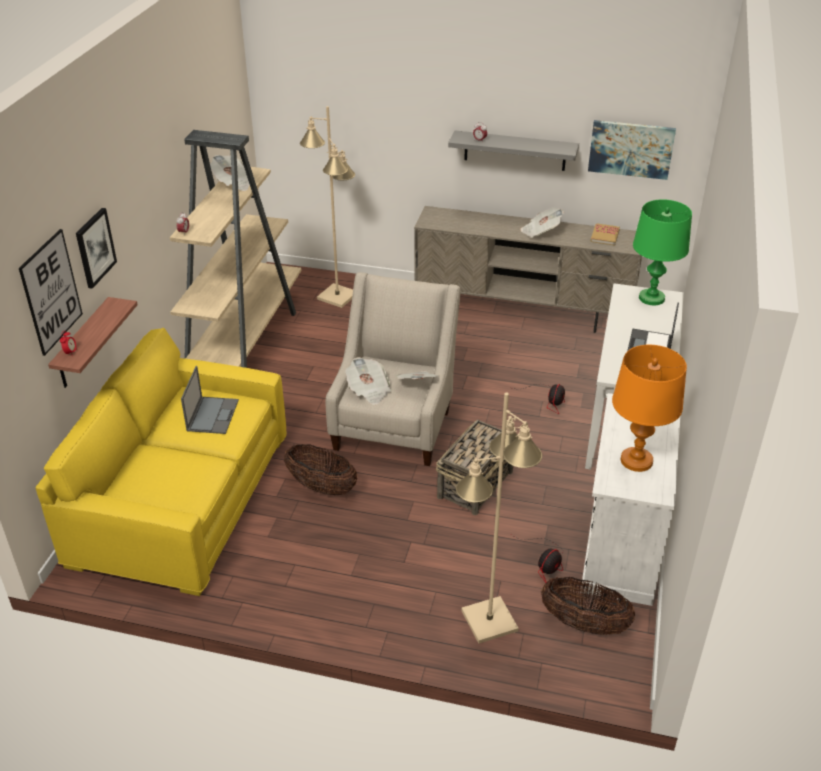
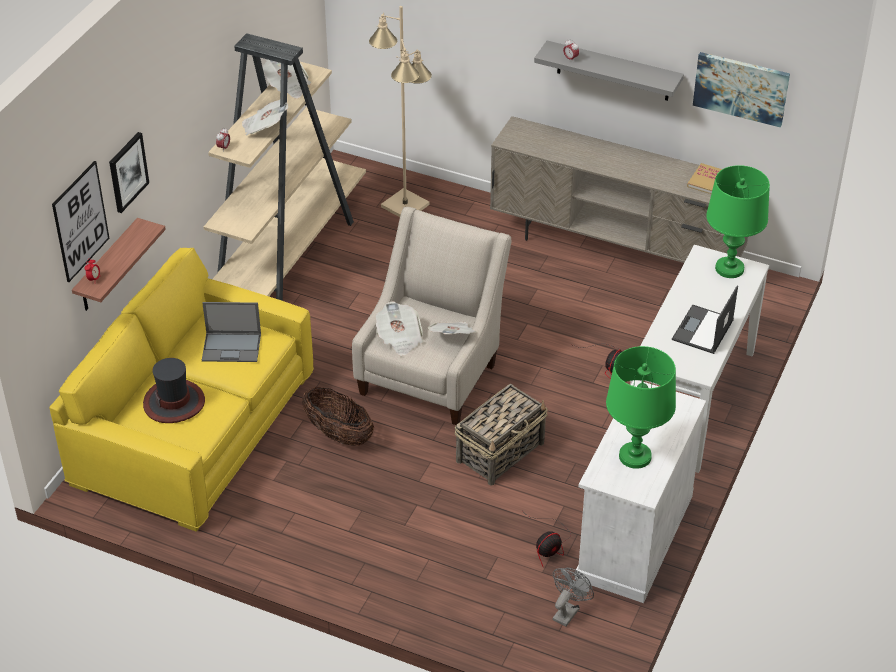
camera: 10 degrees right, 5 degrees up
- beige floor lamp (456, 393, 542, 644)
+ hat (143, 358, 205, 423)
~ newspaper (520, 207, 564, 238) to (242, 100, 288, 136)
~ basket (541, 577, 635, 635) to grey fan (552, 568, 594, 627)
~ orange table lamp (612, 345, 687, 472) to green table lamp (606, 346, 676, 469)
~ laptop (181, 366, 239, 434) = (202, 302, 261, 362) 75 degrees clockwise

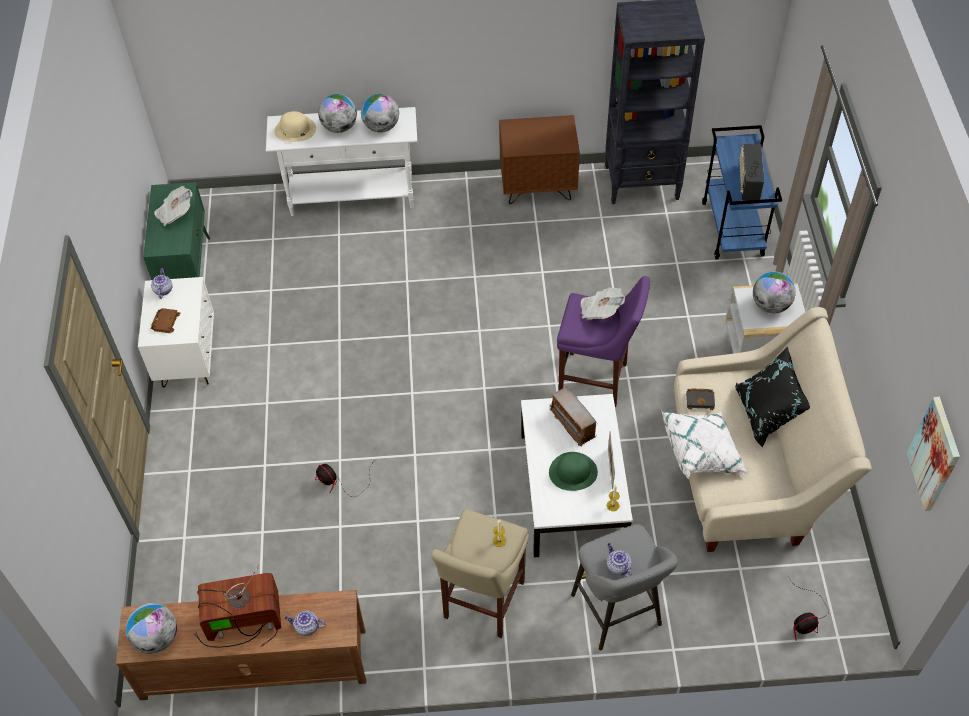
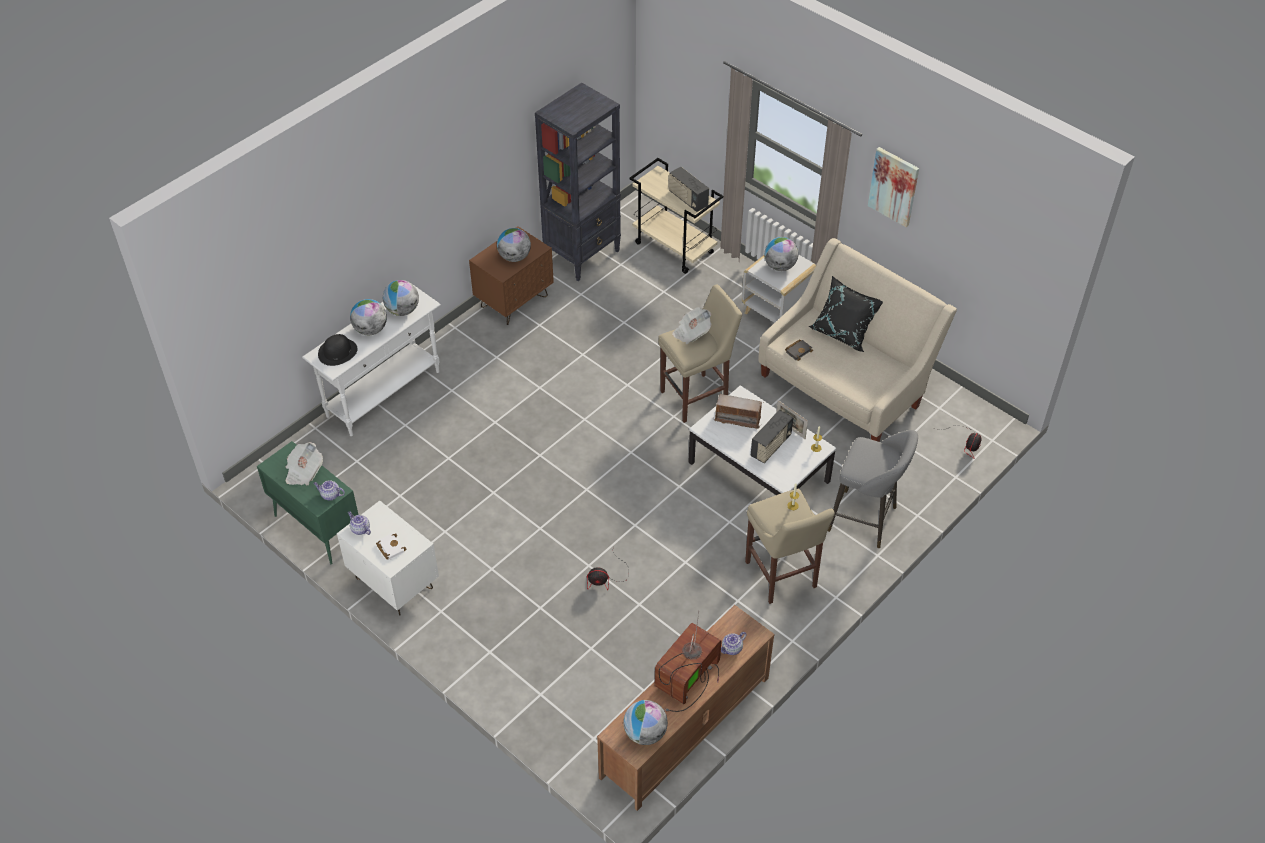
camera: 45 degrees left, 5 degrees down
- white pillow (662, 411, 749, 479)
+ globe (497, 228, 531, 262)
~ teapot (607, 543, 632, 577) to (313, 480, 345, 501)
~ picture (907, 397, 960, 511) to (868, 147, 919, 227)
~ green hat (549, 452, 598, 491) to radio (750, 410, 793, 463)
~ brown book (151, 308, 181, 333) to white book (376, 533, 406, 560)
~ beige hat (274, 111, 316, 142) to black hat (318, 334, 358, 366)
~ purple stool (557, 276, 650, 407) to beige stool (658, 285, 742, 423)
~ blue cart (702, 125, 782, 259) to beige cart (629, 158, 723, 274)

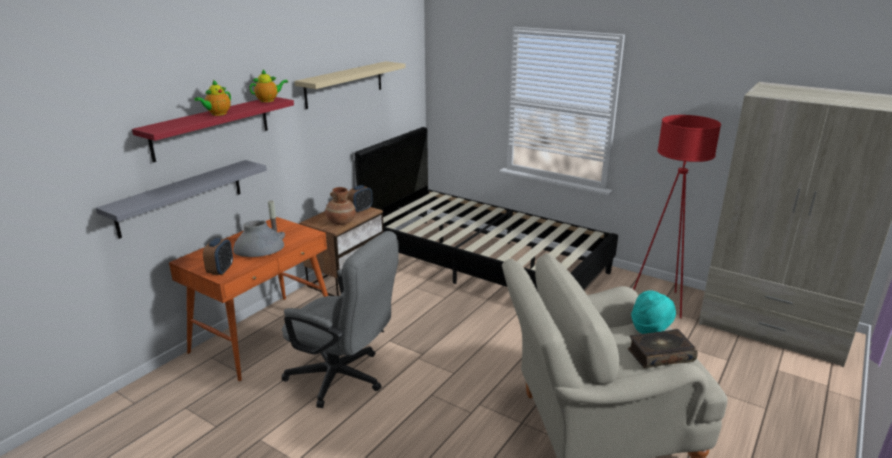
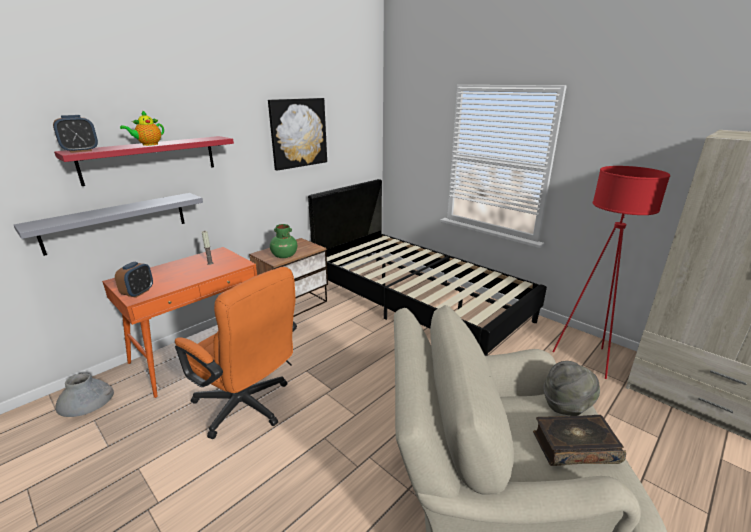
camera: 10 degrees right, 0 degrees up
- teapot (249, 70, 288, 102)
~ grey vase (233, 220, 285, 257) to (55, 373, 114, 417)
~ alarm clock (347, 185, 373, 213) to (53, 115, 98, 153)
~ beige shelf (294, 61, 406, 109) to picture (268, 98, 327, 171)
~ grey office chair (282, 231, 399, 408) to orange office chair (175, 267, 297, 439)
~ brown vase (325, 187, 356, 225) to green vase (270, 224, 297, 258)
~ turquoise hat (631, 290, 676, 334) to grey hat (543, 361, 600, 416)

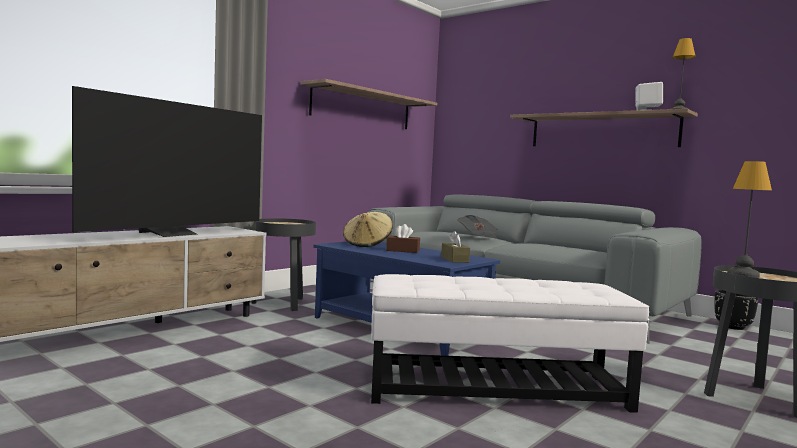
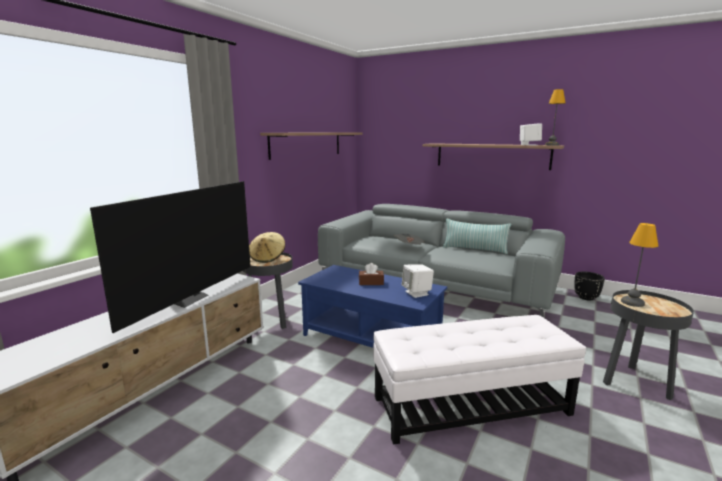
camera: 10 degrees left, 10 degrees up
+ pillow (443, 219, 511, 254)
~ beige hat (343, 212, 393, 247) to (249, 232, 285, 263)
~ brown tissue box (441, 231, 470, 263) to white speaker (402, 264, 434, 298)

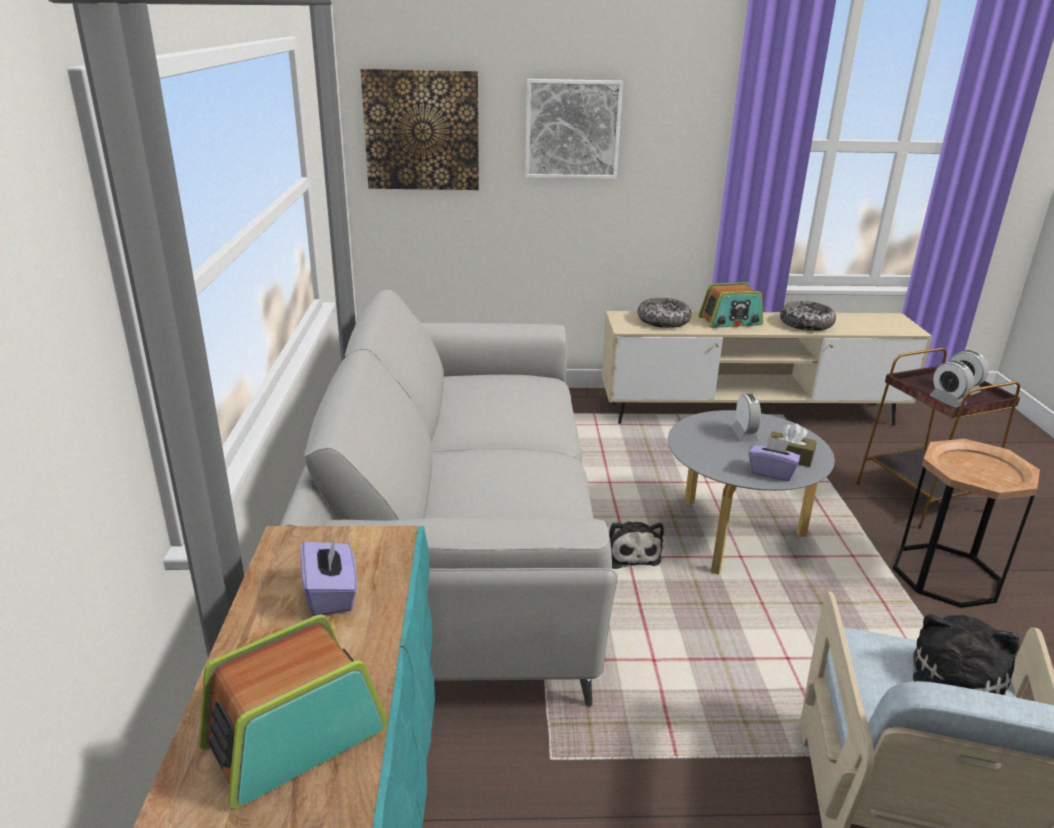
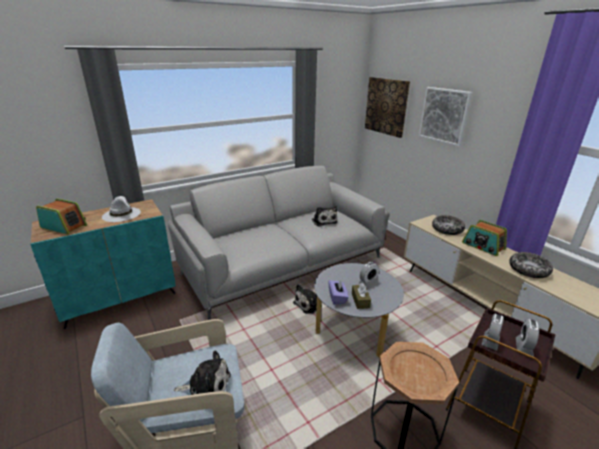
camera: 60 degrees right, 0 degrees up
+ plush toy (312, 206, 337, 227)
~ purple tissue box (301, 536, 357, 616) to white hat (102, 196, 141, 222)

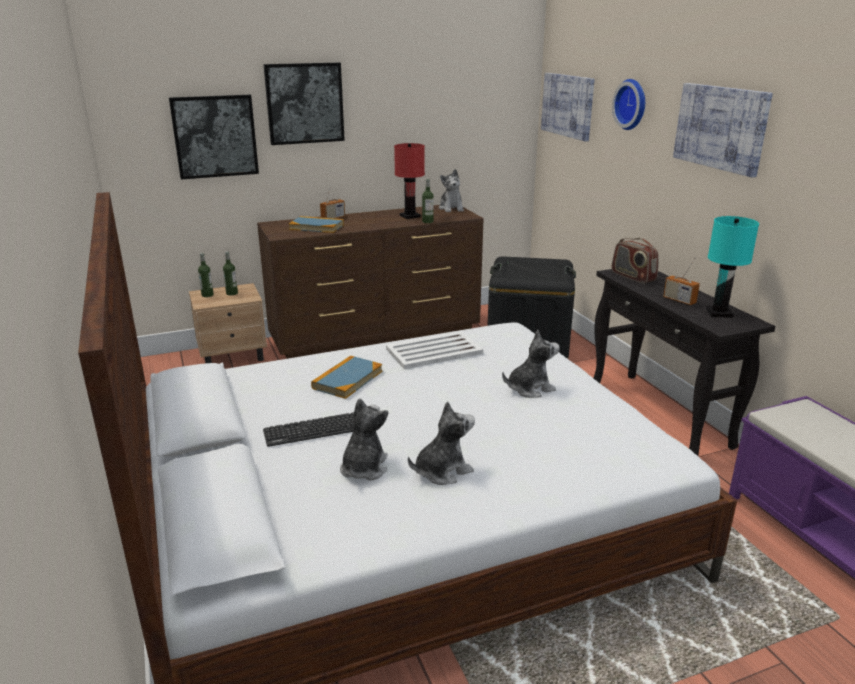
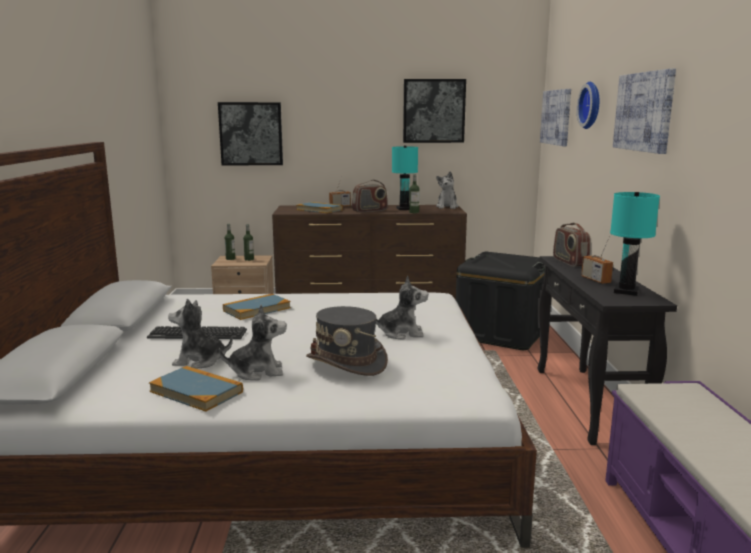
camera: 20 degrees right, 10 degrees down
- white tray (386, 331, 483, 369)
+ book (149, 366, 243, 412)
+ grey hat (306, 306, 388, 376)
+ radio (352, 180, 388, 213)
~ picture (263, 63, 345, 145) to (403, 79, 466, 143)
~ red table lamp (394, 143, 425, 219) to turquoise table lamp (392, 146, 418, 210)
~ plush toy (340, 398, 388, 481) = (168, 299, 233, 369) 120 degrees counterclockwise

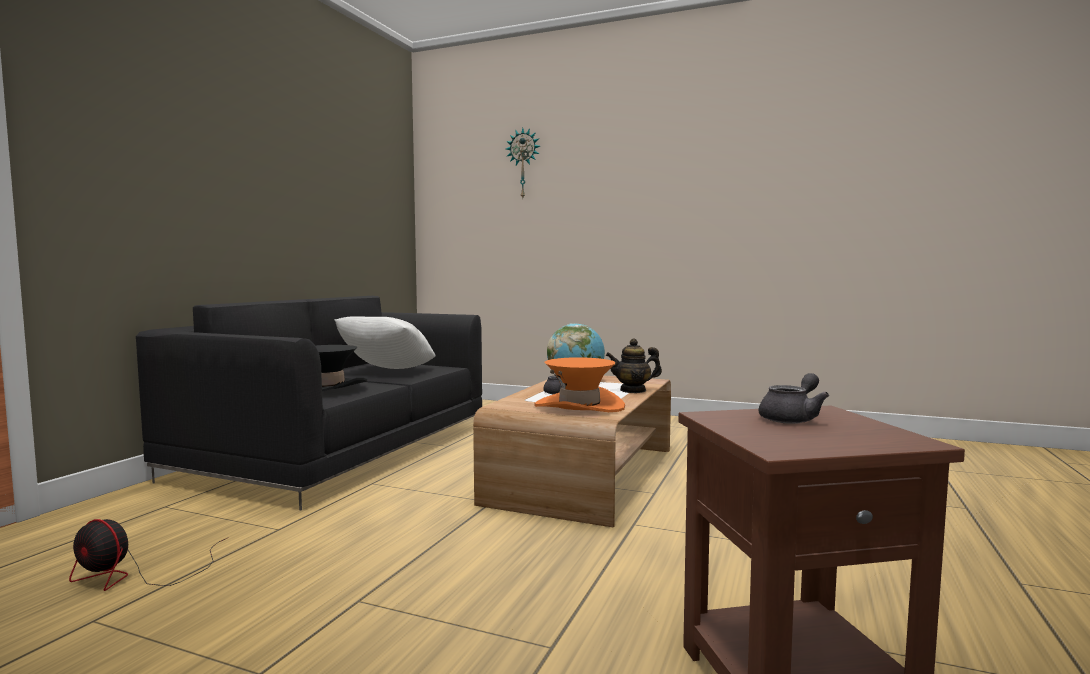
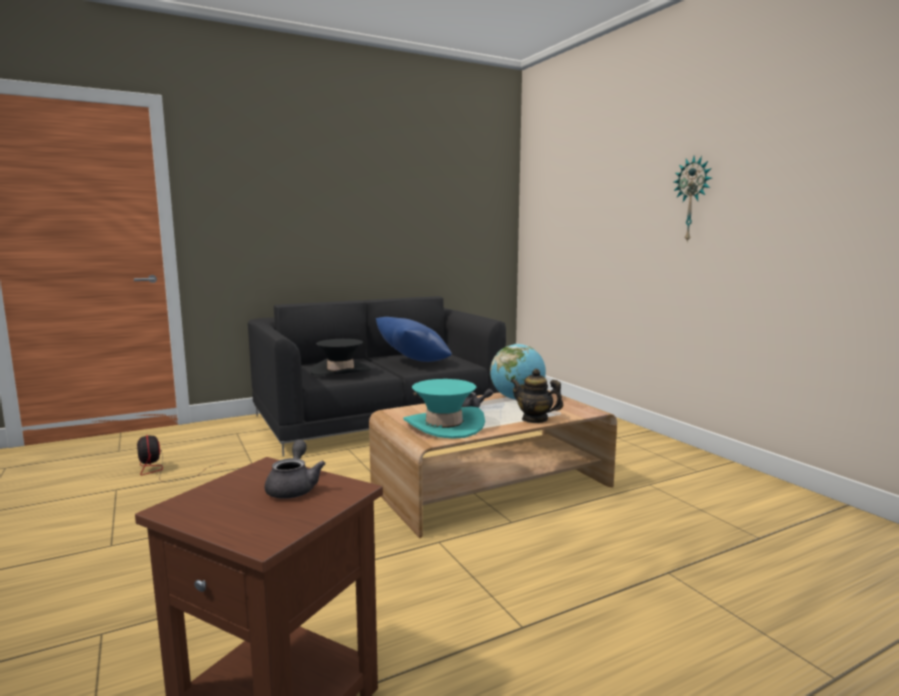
camera: 40 degrees right, 5 degrees up
~ wall clock (506, 128, 540, 198) to (674, 156, 712, 242)
~ white pillow (334, 316, 436, 369) to blue pillow (376, 317, 452, 362)
~ orange hat (534, 357, 625, 412) to turquoise hat (403, 379, 485, 439)
~ grey teapot (759, 373, 829, 424) = (265, 440, 325, 499) 90 degrees counterclockwise

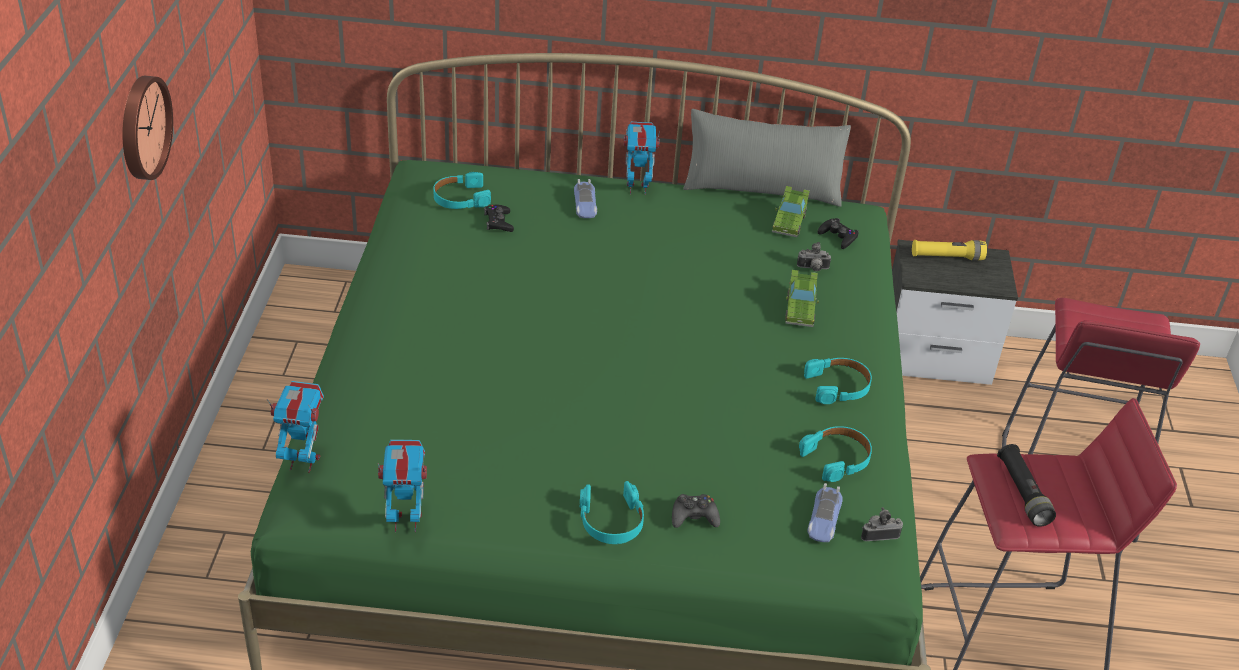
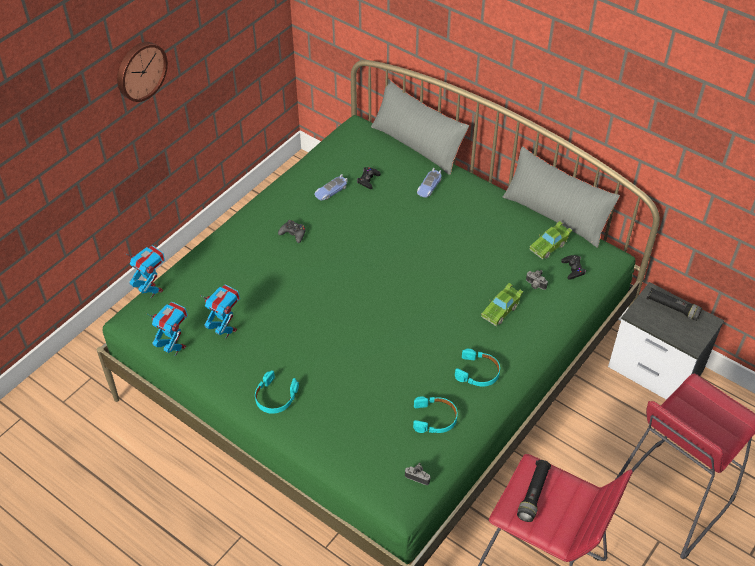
camera: 35 degrees right, 10 degrees up
- turquoise headphones (433, 172, 491, 209)
+ grey pillow (371, 79, 469, 175)
~ toy robot (624, 122, 660, 195) to (200, 285, 240, 339)
~ black game controller (672, 494, 720, 528) to (278, 220, 306, 243)
~ toy car (807, 483, 843, 542) to (314, 174, 347, 201)
~ yellow flashlight (912, 240, 987, 260) to black flashlight (647, 288, 702, 321)

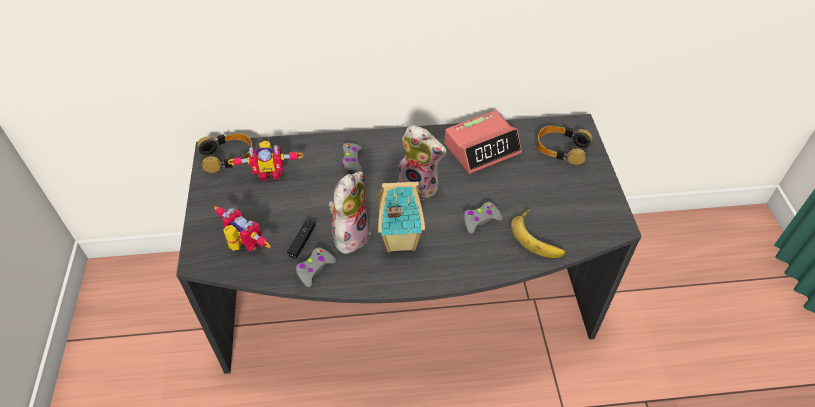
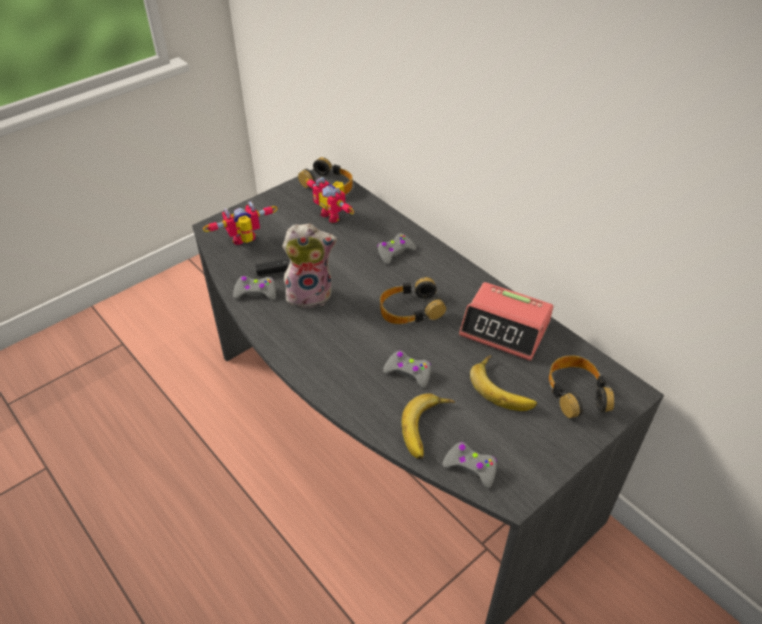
camera: 55 degrees right, 5 degrees down
- toy house (376, 182, 425, 252)
+ grey game controller (443, 442, 497, 488)
+ banana (470, 355, 537, 411)
~ plush toy (398, 125, 447, 200) to headphones (380, 277, 446, 324)
~ toy robot (214, 206, 271, 251) = (203, 201, 278, 245) 120 degrees counterclockwise

